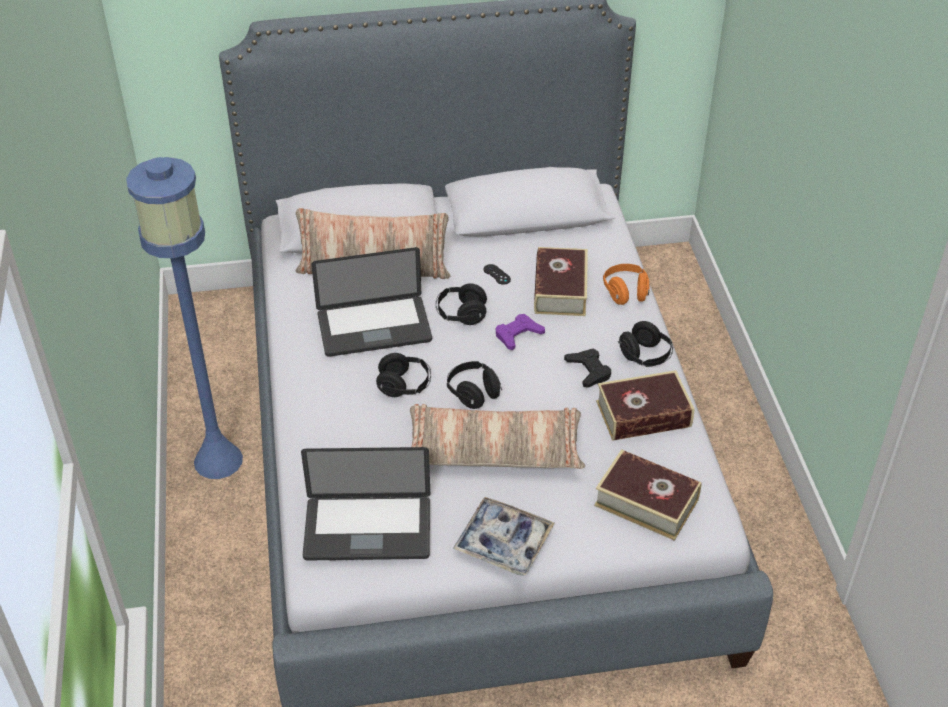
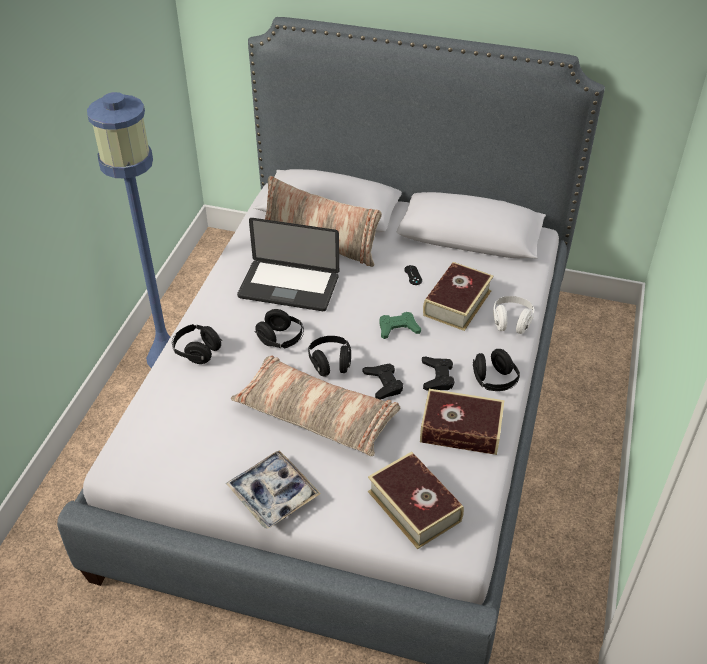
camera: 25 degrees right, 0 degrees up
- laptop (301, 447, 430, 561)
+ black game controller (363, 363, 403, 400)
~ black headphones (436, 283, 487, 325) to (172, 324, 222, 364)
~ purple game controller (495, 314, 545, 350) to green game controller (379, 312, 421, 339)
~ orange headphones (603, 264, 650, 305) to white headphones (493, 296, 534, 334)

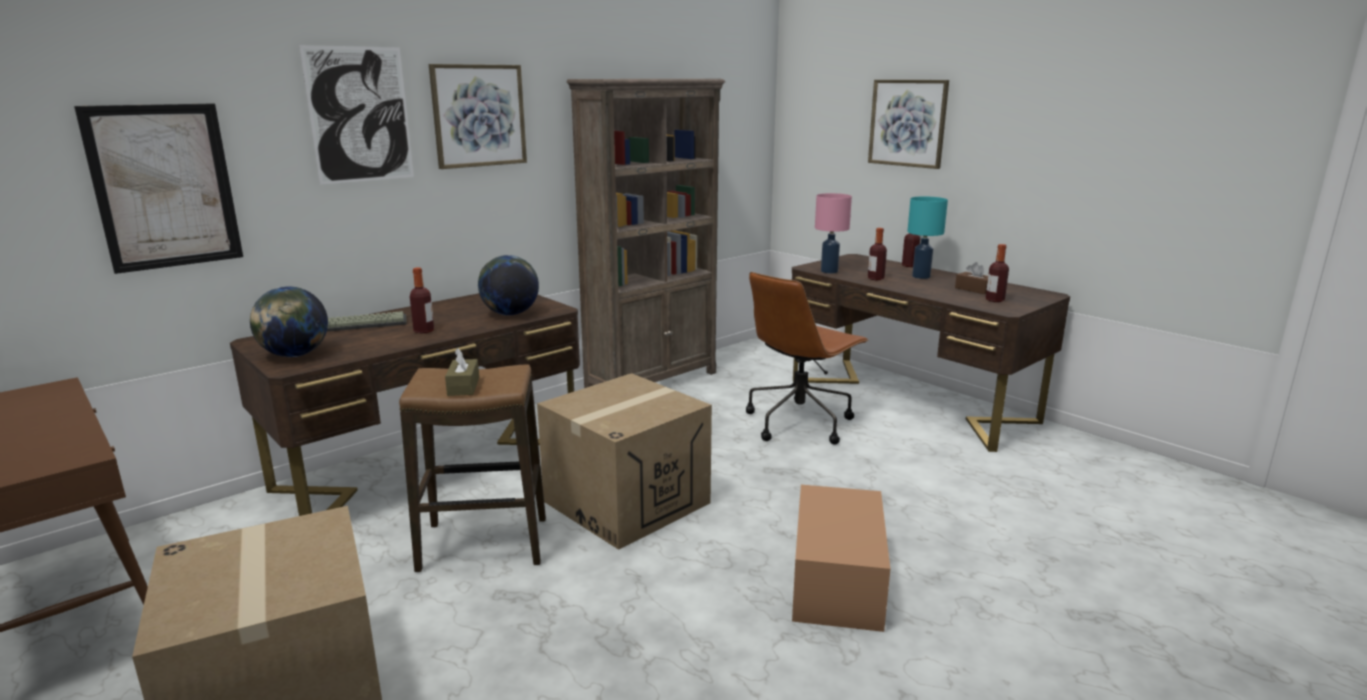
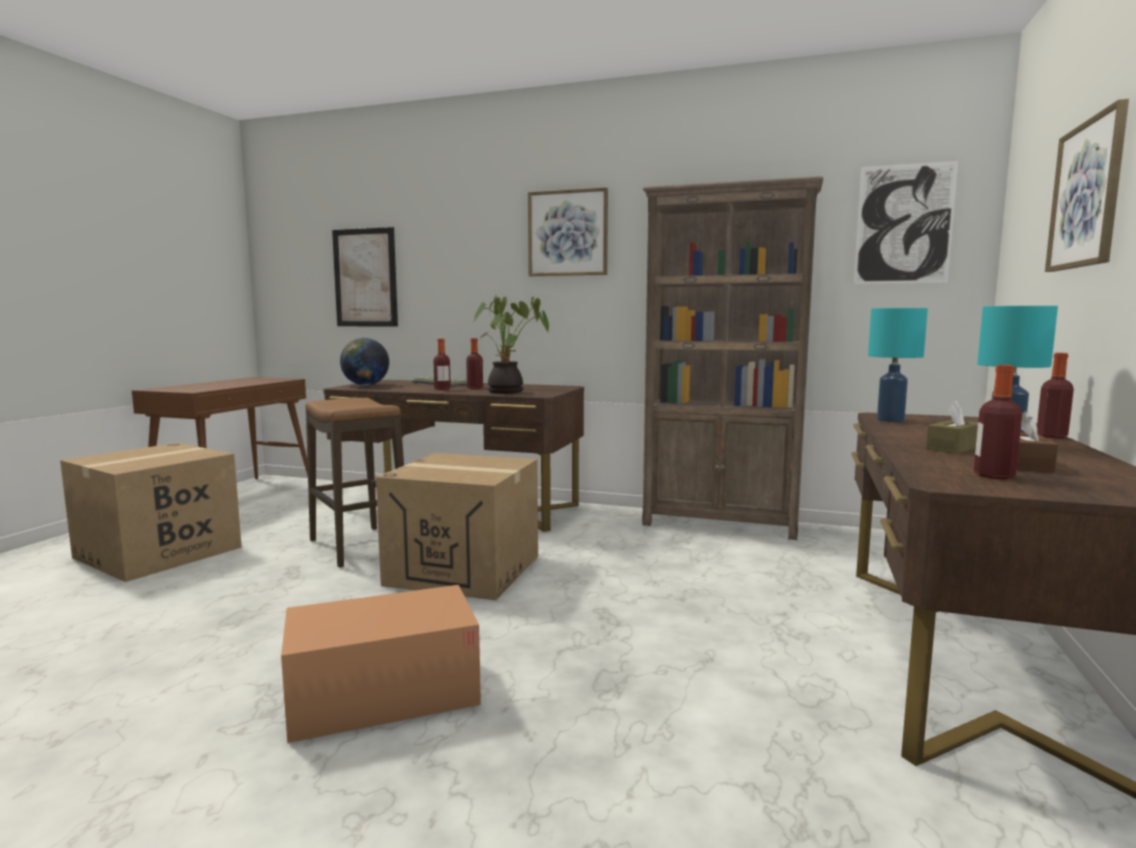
camera: 60 degrees right, 10 degrees down
- brown office chair (746, 272, 869, 445)
~ picture (299, 45, 414, 185) to (854, 161, 958, 284)
~ brown tissue box (445, 348, 479, 396) to (926, 400, 978, 454)
~ bottle (868, 228, 887, 280) to (466, 338, 483, 389)
~ globe (478, 255, 539, 316) to potted plant (474, 294, 549, 394)
~ pink table lamp (815, 193, 852, 273) to turquoise table lamp (868, 308, 928, 422)

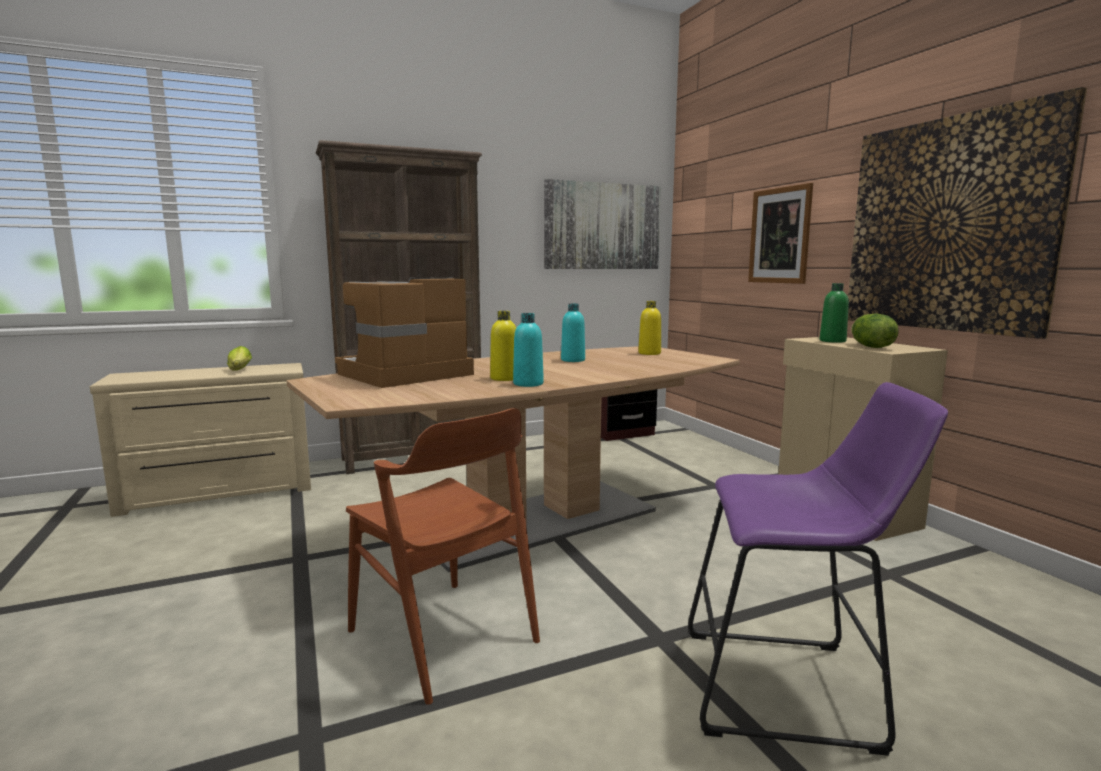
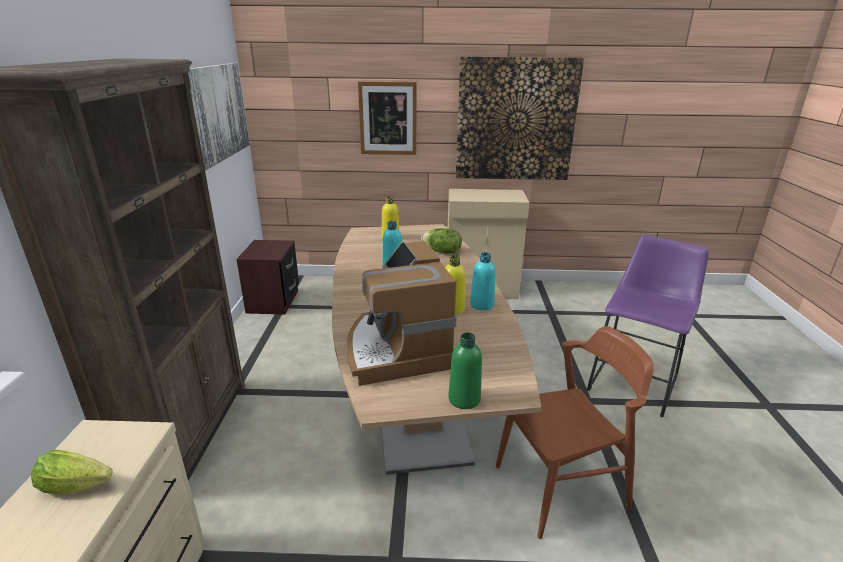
camera: 65 degrees left, 15 degrees up
~ green bottle (820, 283, 849, 343) to (448, 332, 482, 409)
~ lettuce (851, 313, 899, 348) to (421, 228, 462, 253)

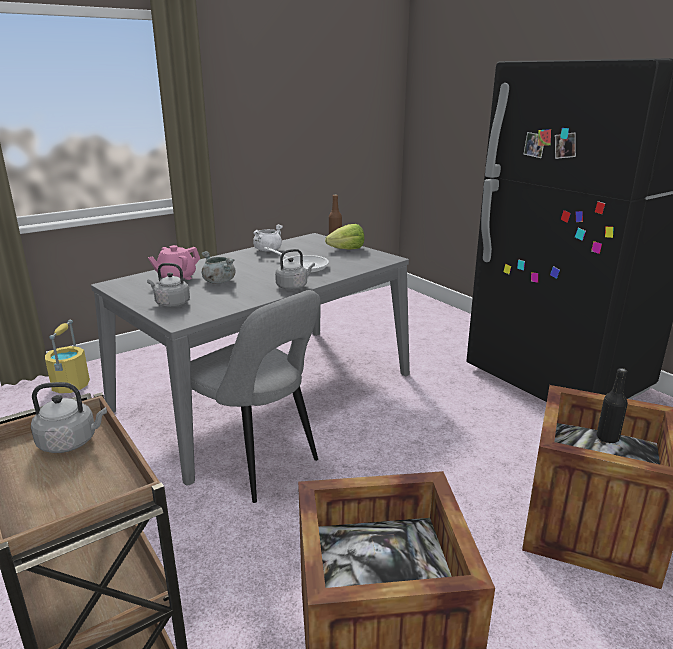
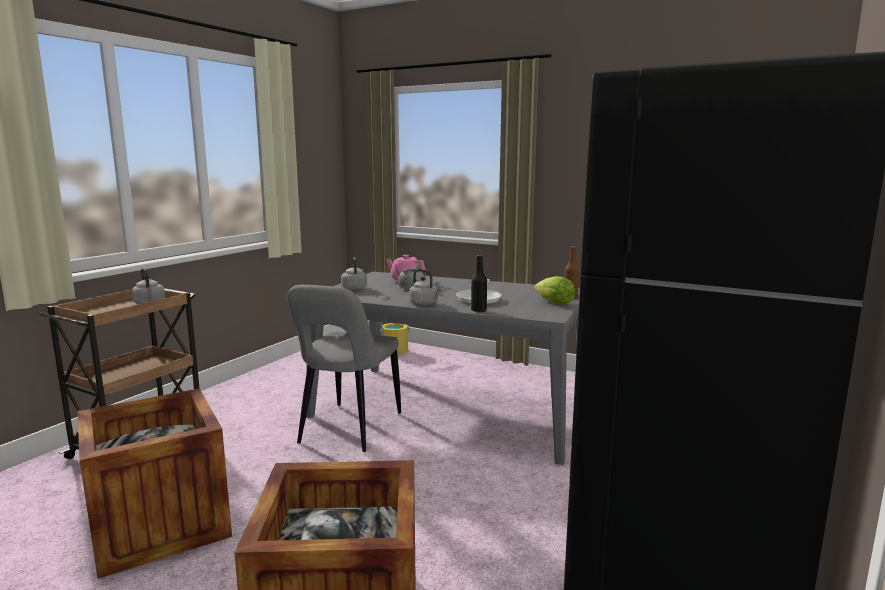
camera: 65 degrees right, 10 degrees down
- white cooking pot (253, 224, 283, 252)
~ black bottle (596, 368, 628, 443) to (471, 255, 487, 312)

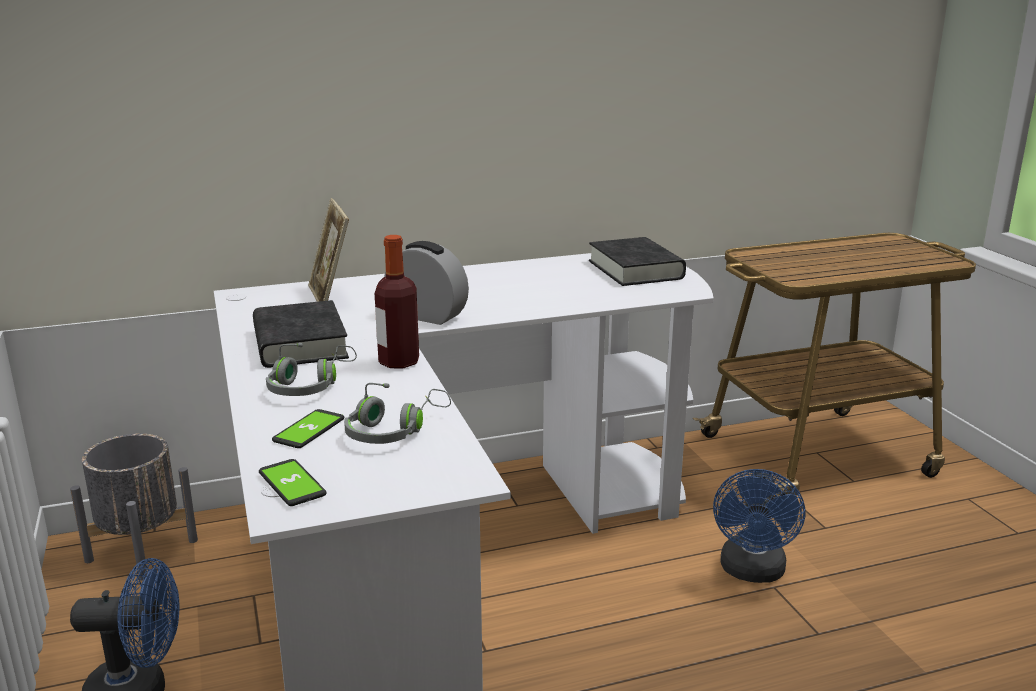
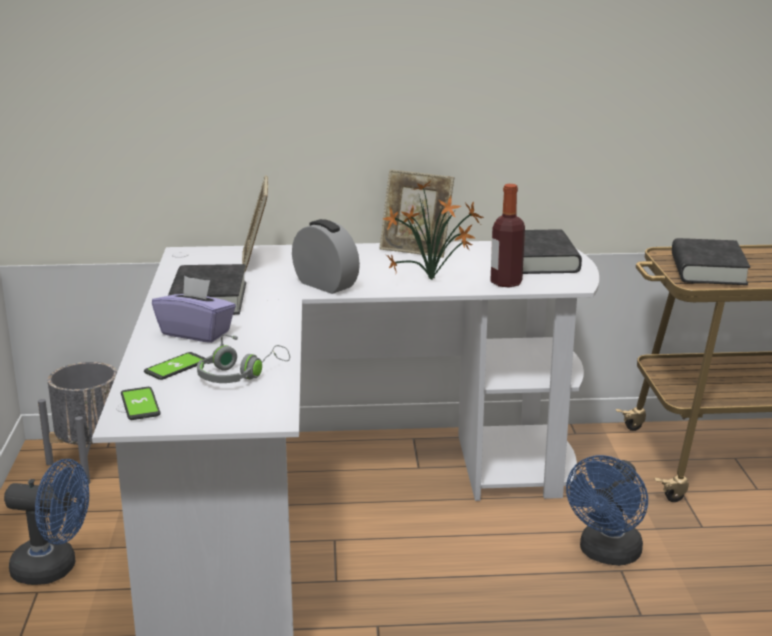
camera: 15 degrees right, 0 degrees up
+ picture frame (379, 169, 454, 258)
+ potted plant (383, 180, 484, 280)
+ black book (672, 238, 750, 285)
~ bottle (375, 235, 419, 368) to (490, 184, 525, 288)
~ grey headphones (266, 343, 357, 396) to purple tissue box (152, 276, 236, 343)

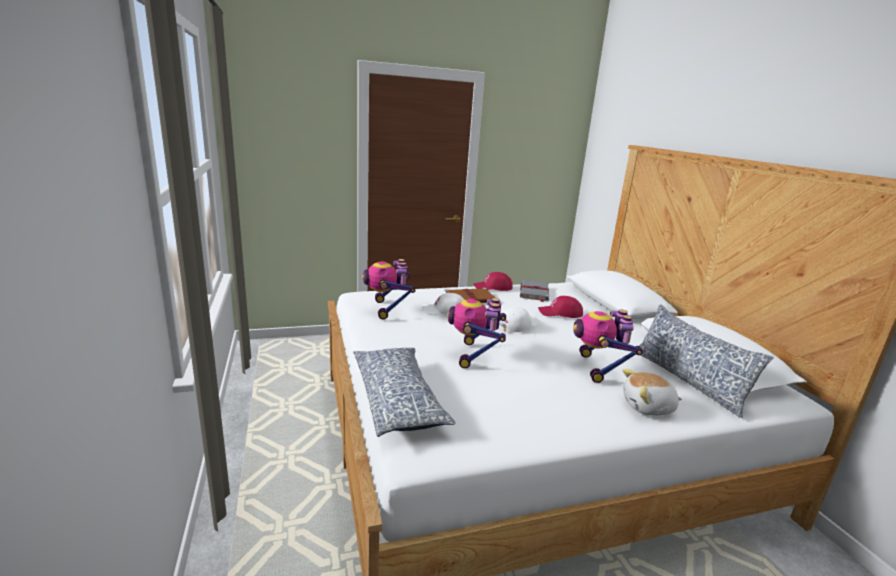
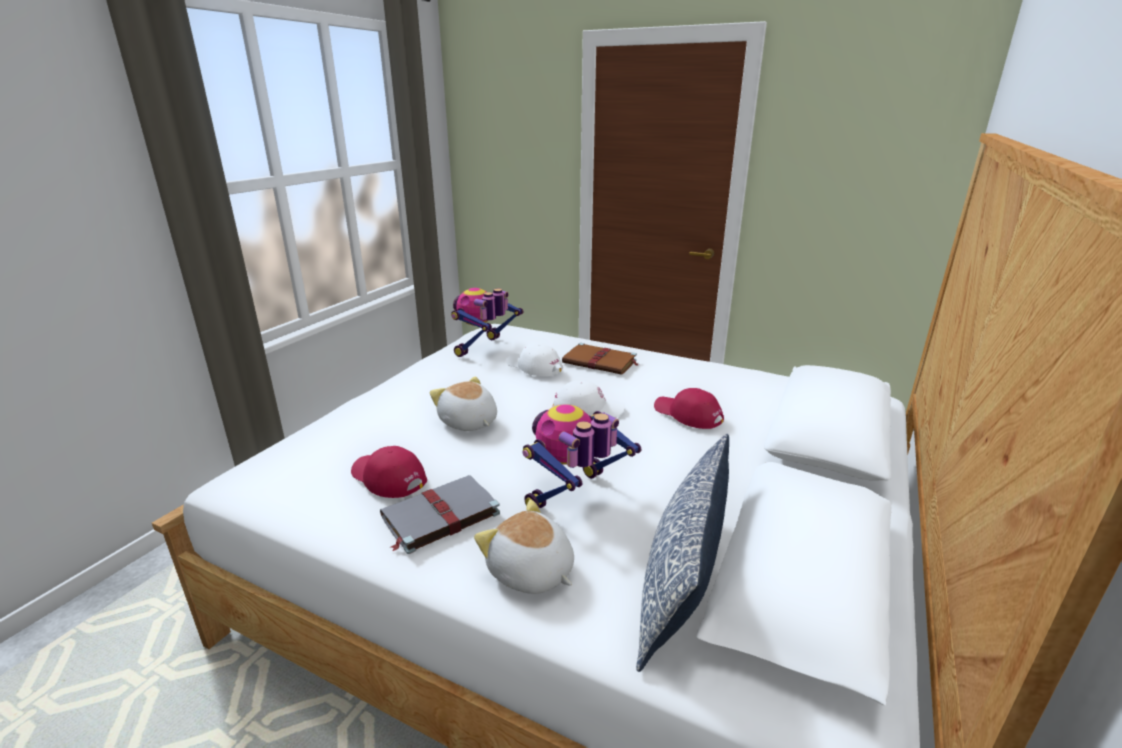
camera: 45 degrees right, 5 degrees up
- pillow (353, 348, 456, 437)
~ red cap (473, 272, 513, 291) to (351, 446, 427, 498)
~ grey book (520, 280, 549, 302) to (380, 475, 500, 554)
~ toy robot (447, 298, 506, 368) to plush toy (430, 377, 497, 431)

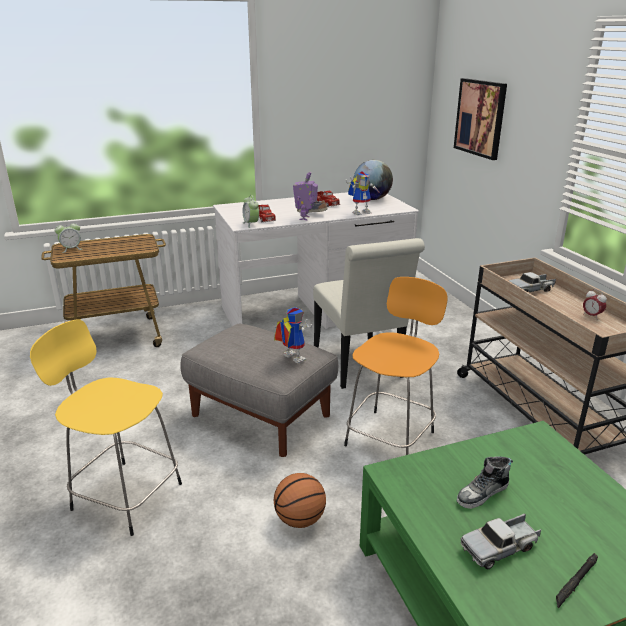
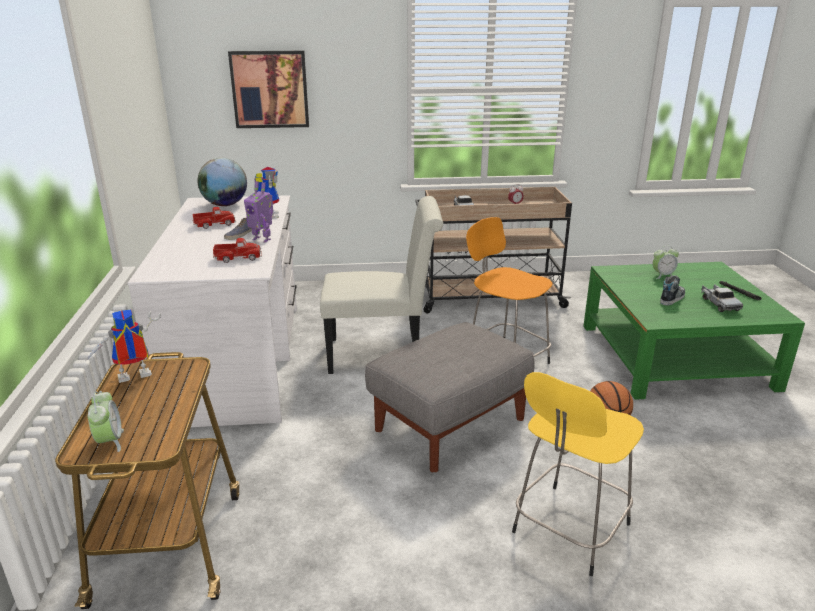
camera: 75 degrees left, 0 degrees up
~ alarm clock (242, 195, 259, 228) to (653, 245, 679, 279)
~ toy robot (274, 307, 312, 364) to (86, 310, 161, 383)
~ shoe (457, 456, 513, 509) = (660, 275, 685, 306) 120 degrees counterclockwise

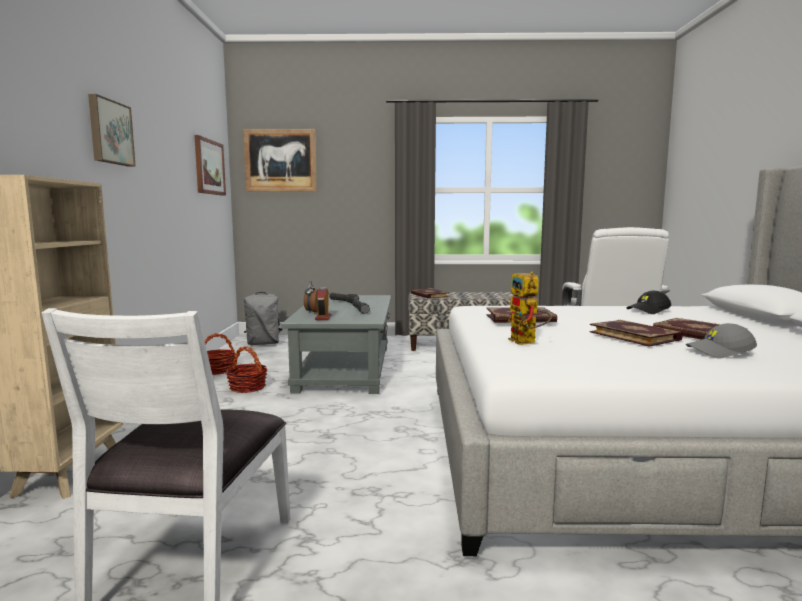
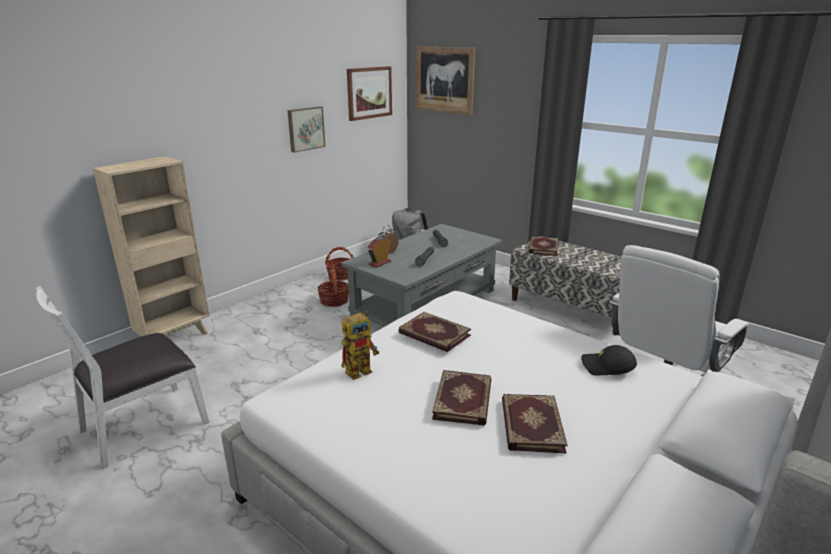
camera: 40 degrees right, 15 degrees up
- grey cap (686, 323, 757, 359)
~ picture (88, 94, 136, 167) to (287, 106, 325, 153)
~ toy robot (508, 271, 552, 345) = (341, 311, 379, 380) 150 degrees counterclockwise

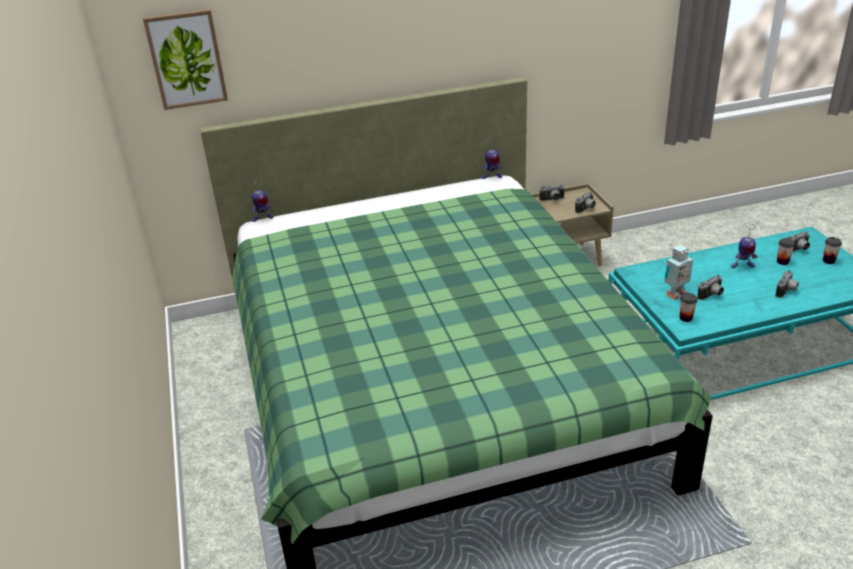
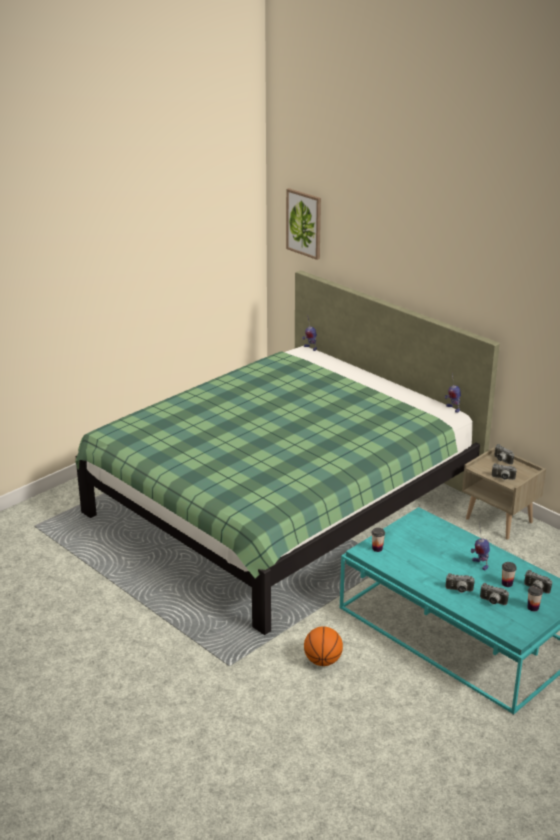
camera: 60 degrees right, 5 degrees down
- toy robot (664, 245, 693, 300)
+ basketball (304, 626, 343, 666)
~ photo camera (697, 275, 724, 300) to (480, 583, 509, 605)

